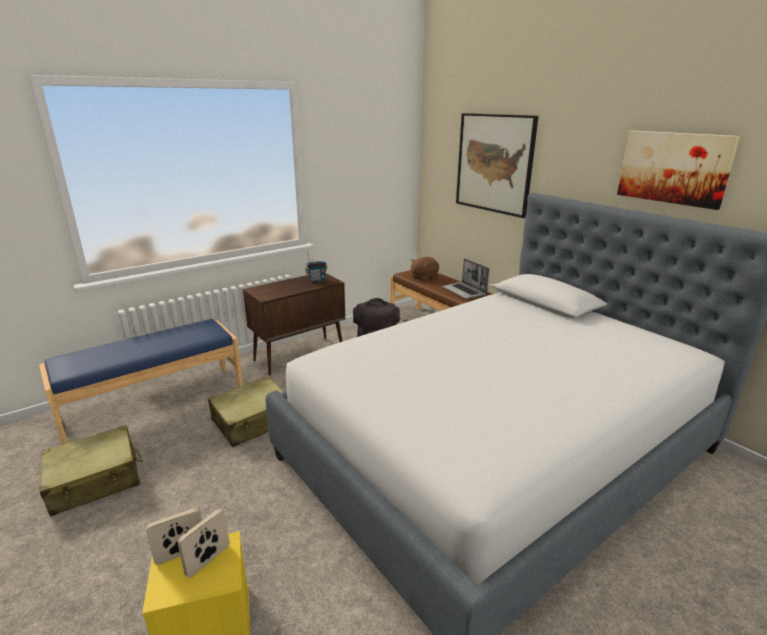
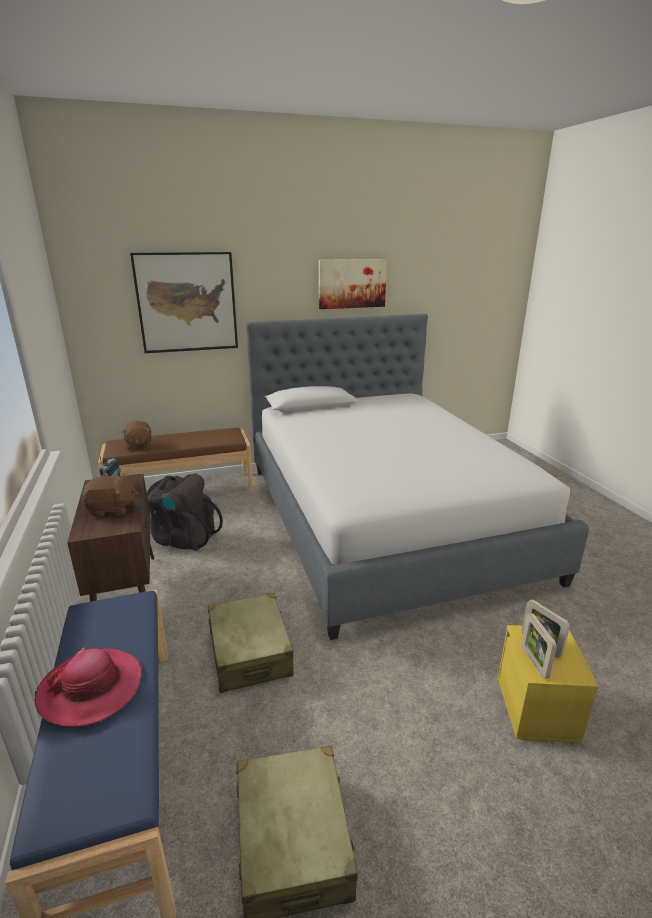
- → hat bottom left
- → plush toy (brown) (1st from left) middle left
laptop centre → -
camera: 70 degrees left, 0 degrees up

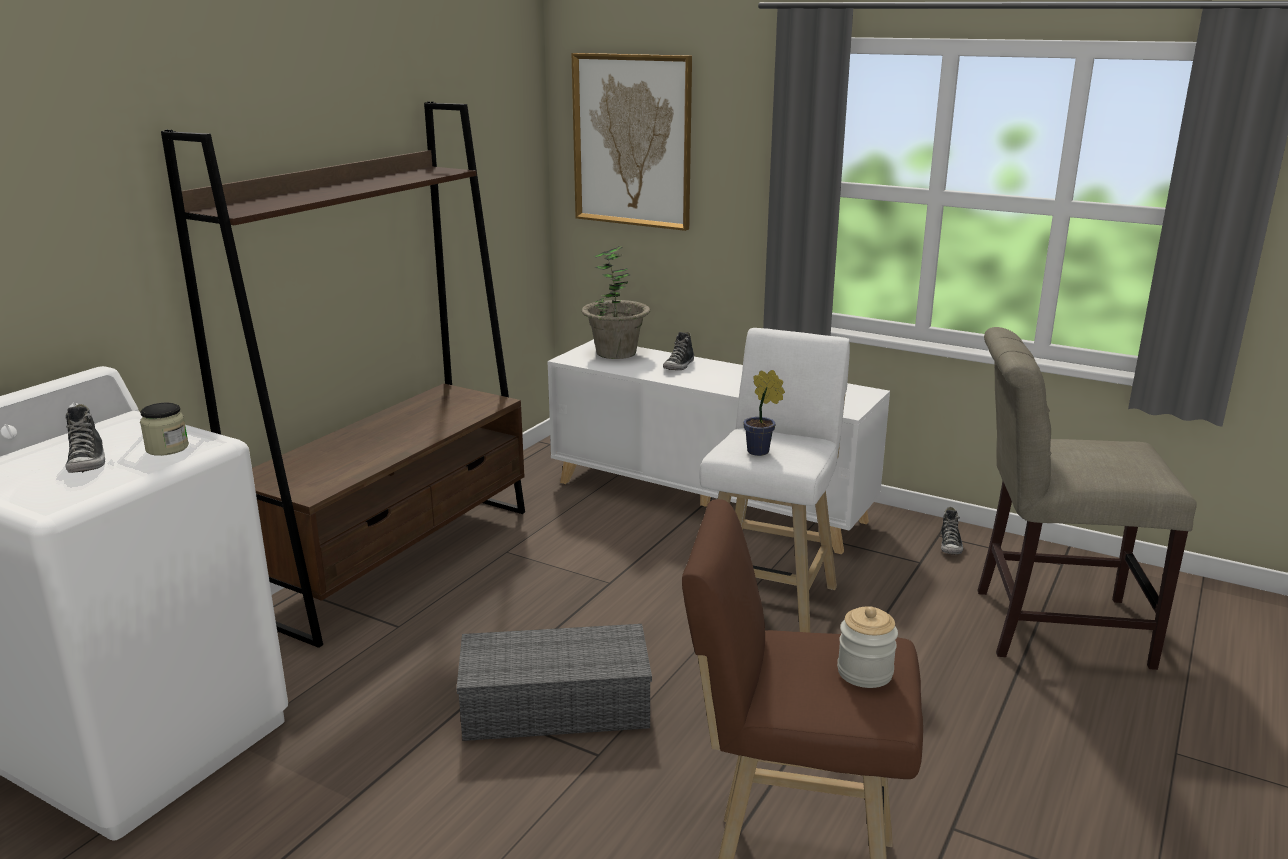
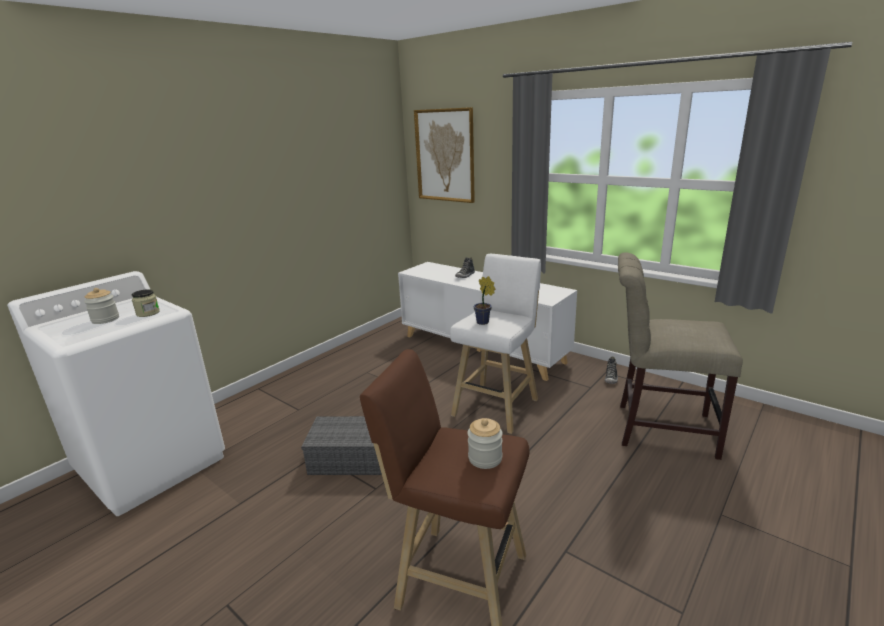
shoe (1st from left) middle left → jar (1st from left) middle left
bookcase (brown) middle left → -
potted plant (1st from left) centre → -
camera: 10 degrees right, 0 degrees up

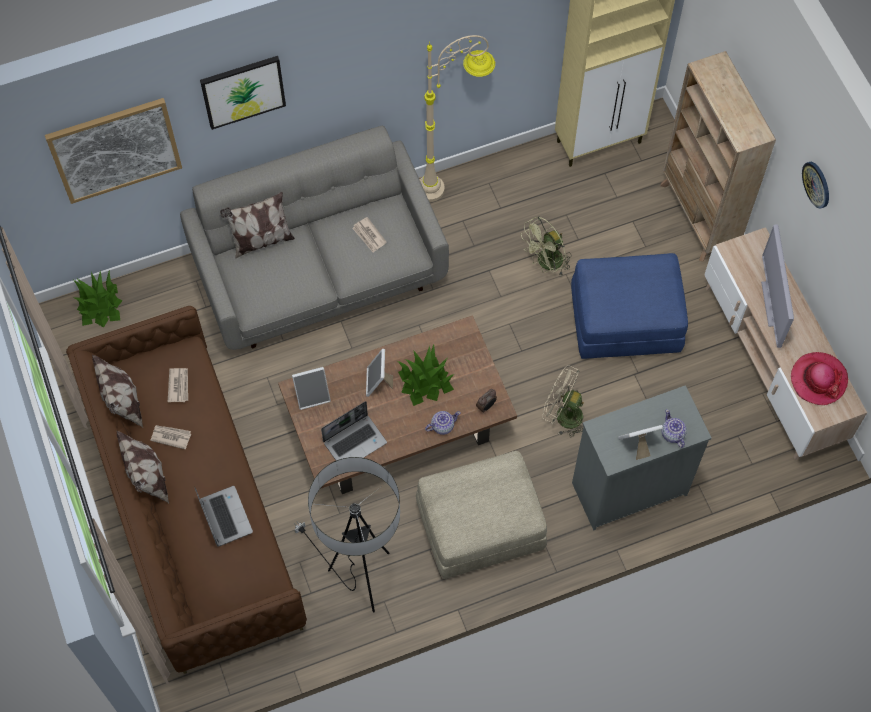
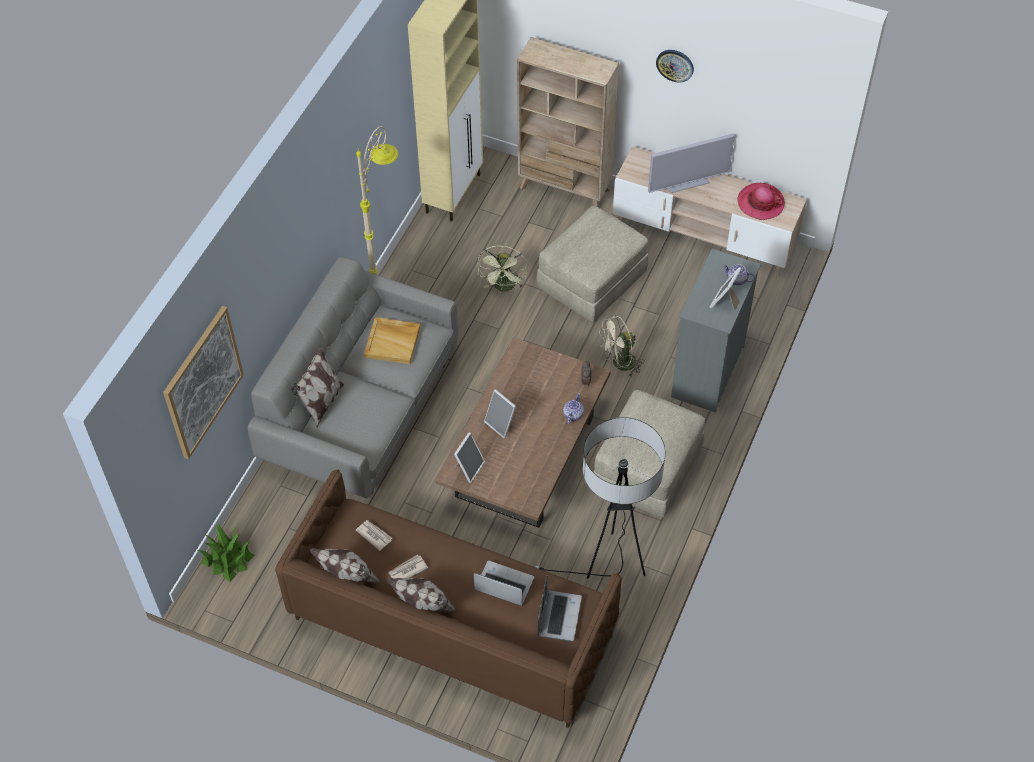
newspaper (3rd from left) top centre → tray (beige) centre
ottoman (blue) middle right → ottoman (beige) (1st from left) centre
laptop (2nd from left) centre → laptop (2nd from left) bottom centre, move
television middle right → television top right, 60 degrees counterclockwise
picture (2nd from left) top left → -
potted plant (2nd from left) centre → -
camera: 45 degrees left, 10 degrees down

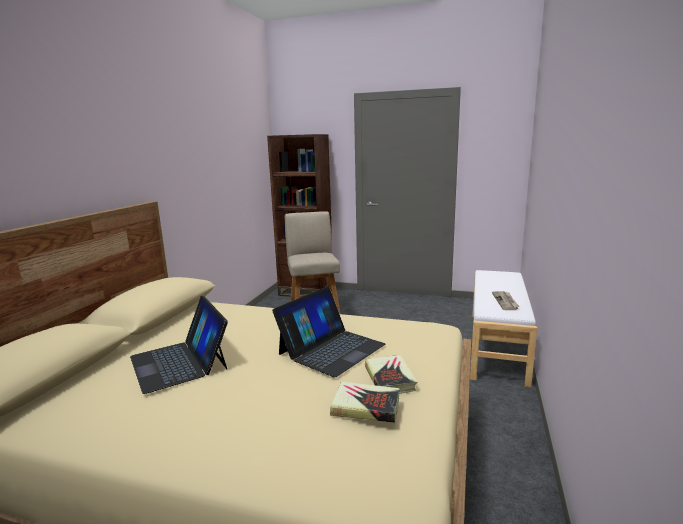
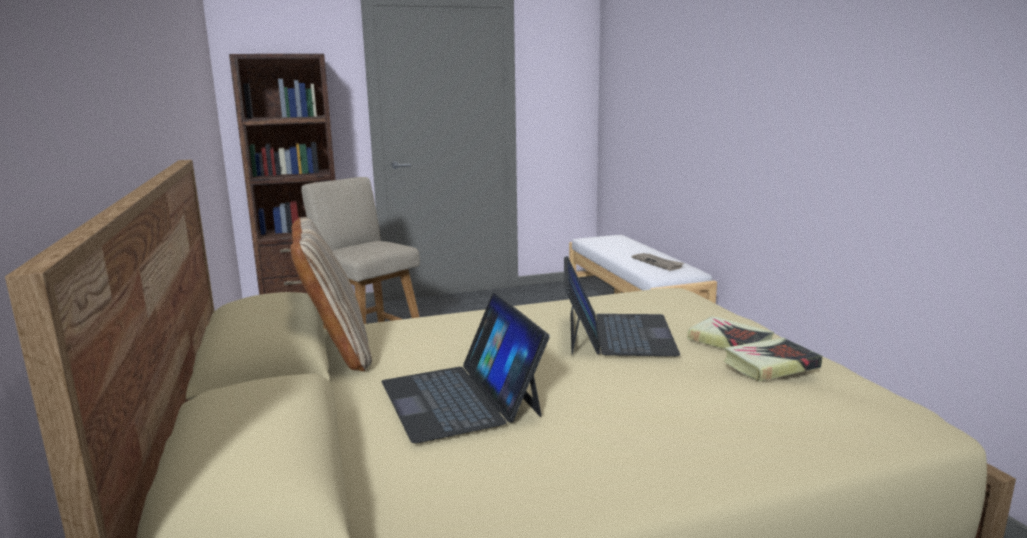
- → pillow (beige) middle left
laptop (1st from left) middle left → laptop (1st from left) bottom centre, 45 degrees clockwise
camera: 35 degrees left, 0 degrees up

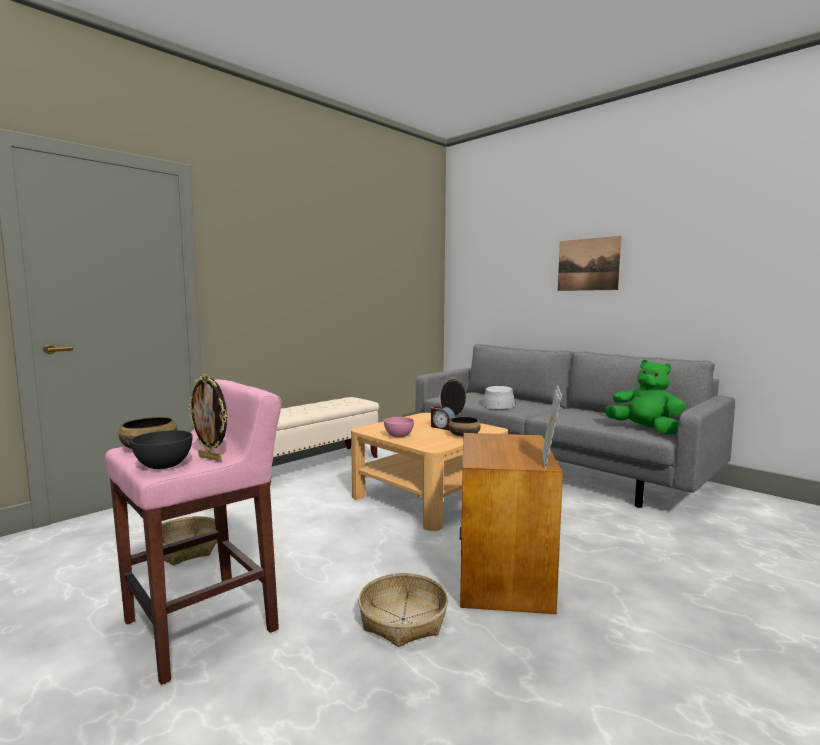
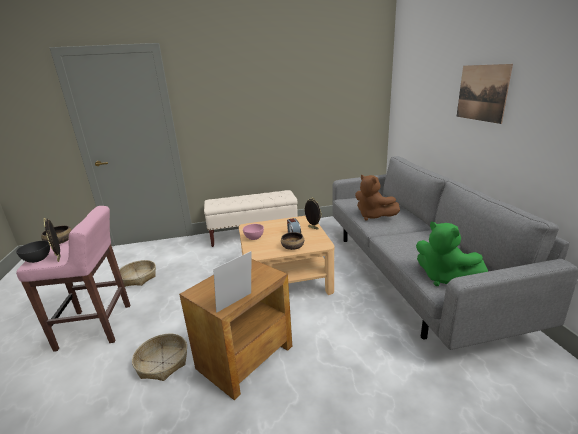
hat (grey) centre → plush toy (brown) centre
plush toy (green) middle right, 150 degrees clockwise
camera: 35 degrees right, 15 degrees up

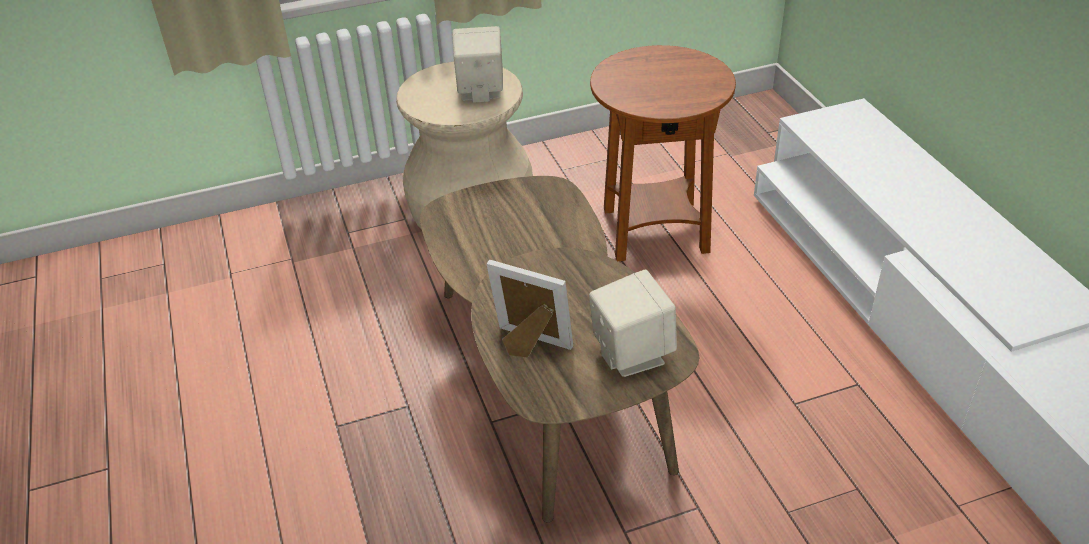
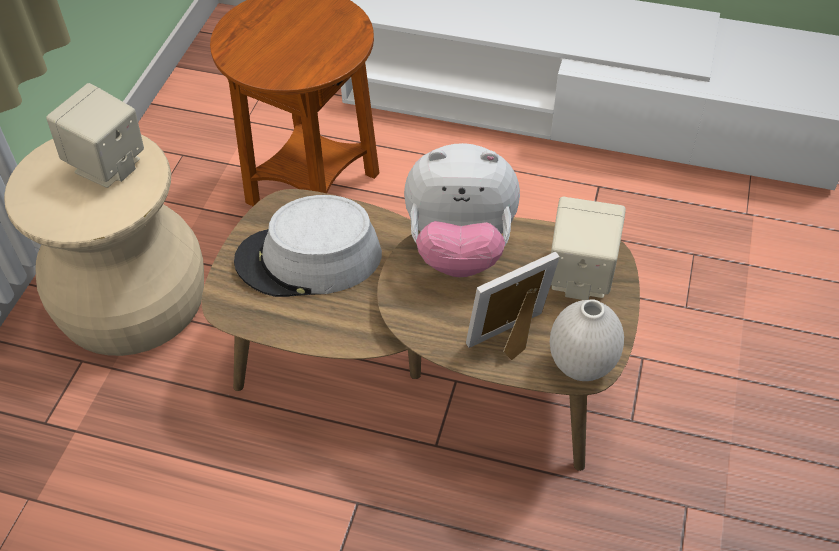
- → hat (grey) centre
- → plush toy centre
- → vase (white) middle right
camera: 55 degrees left, 10 degrees up

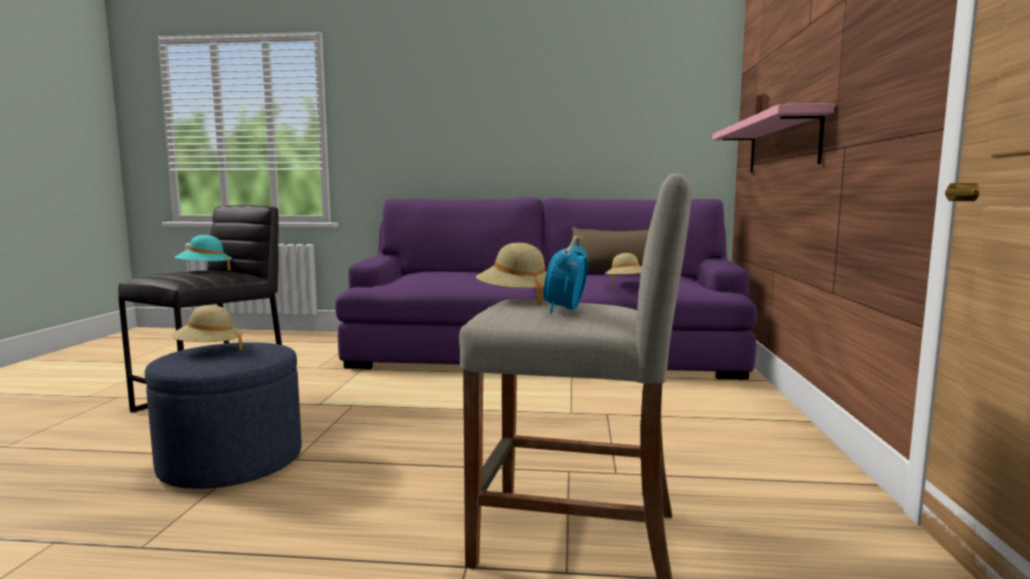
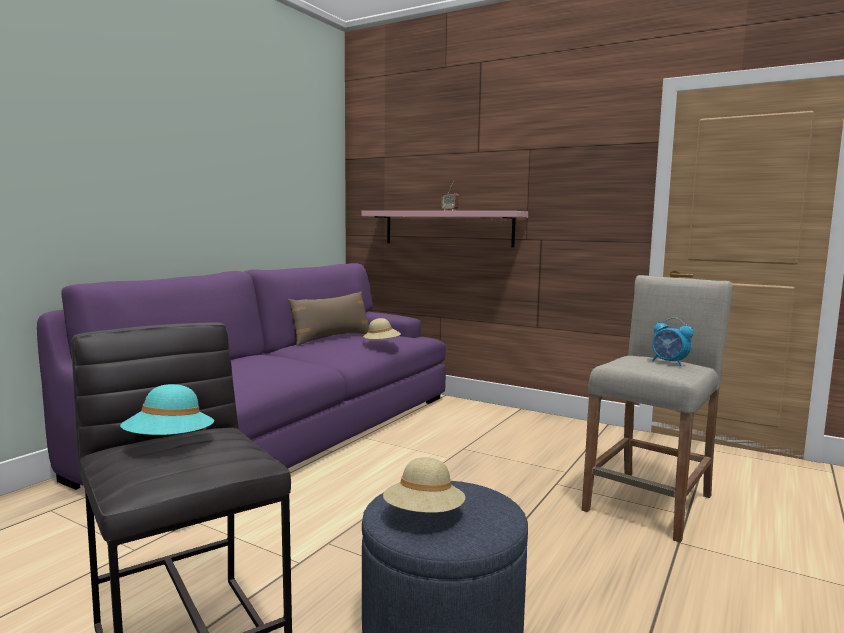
hat (beige) (2nd from left) centre → -
camera: 65 degrees left, 0 degrees up

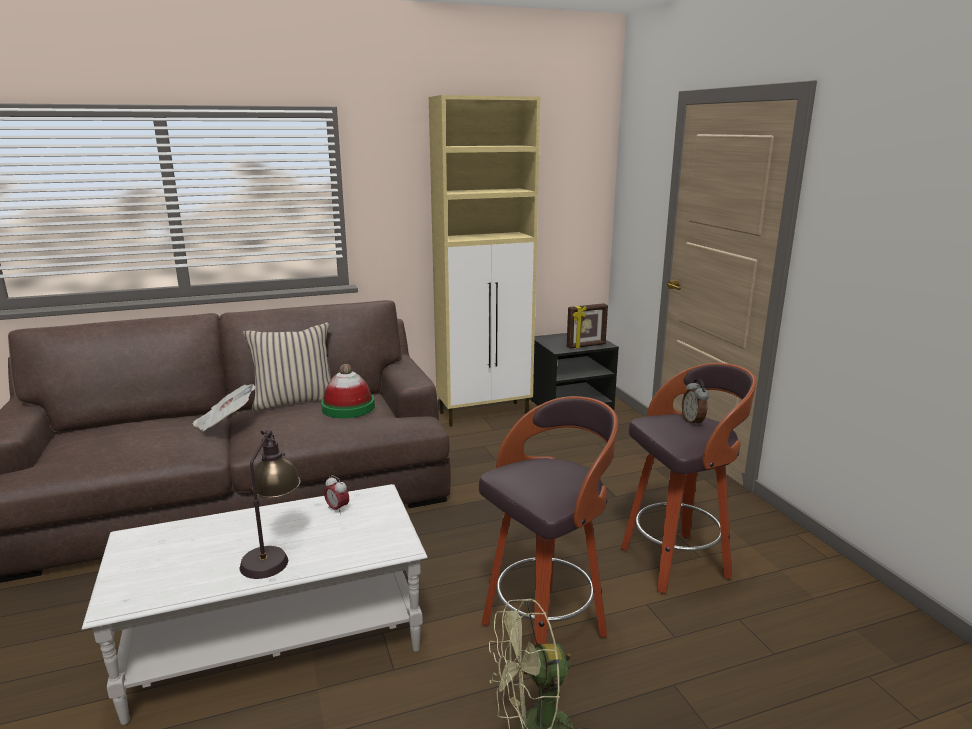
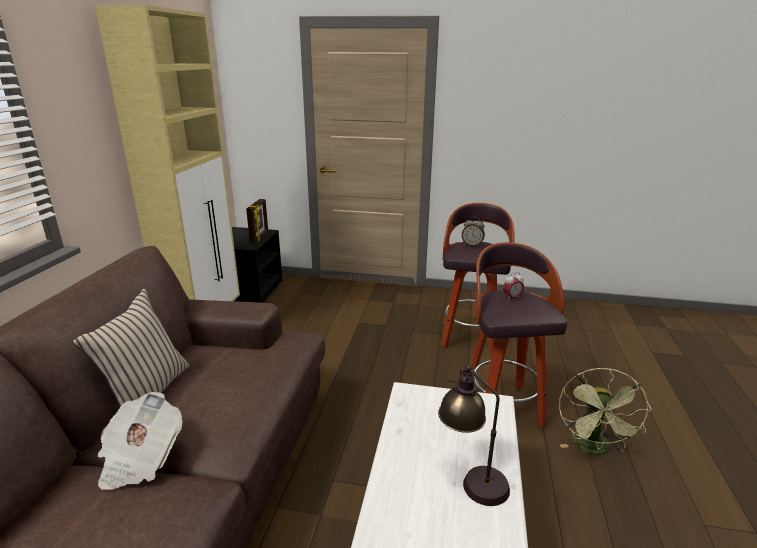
alarm clock (1st from left in the first image) bottom centre → alarm clock (2nd from left) middle right, move
hat centre → -
camera: 60 degrees left, 5 degrees up

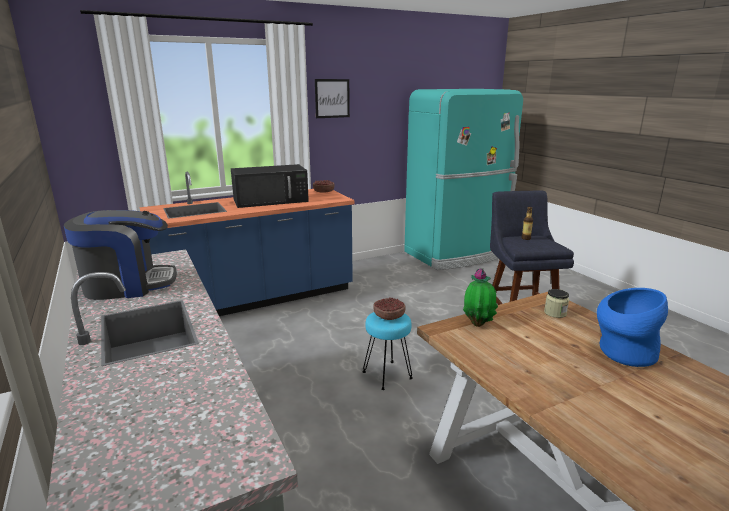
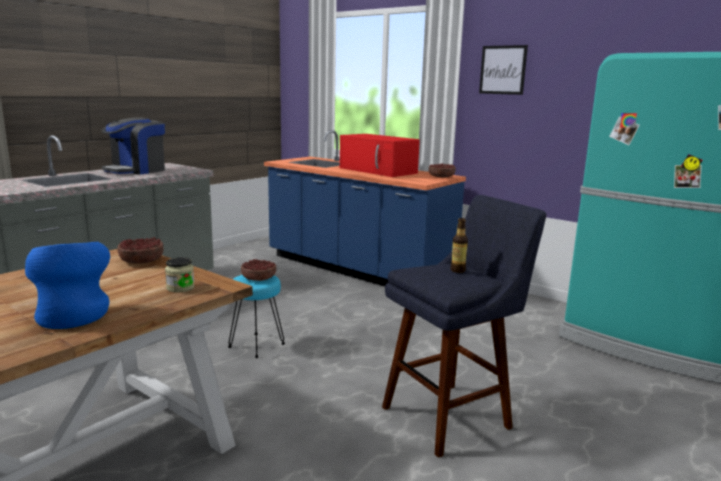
coffee machine middle left → coffee machine top left, 75 degrees clockwise
potted plant centre → bowl (1st from left) middle left
microwave (black) centre → microwave (red) top centre
camera: 65 degrees right, 5 degrees down

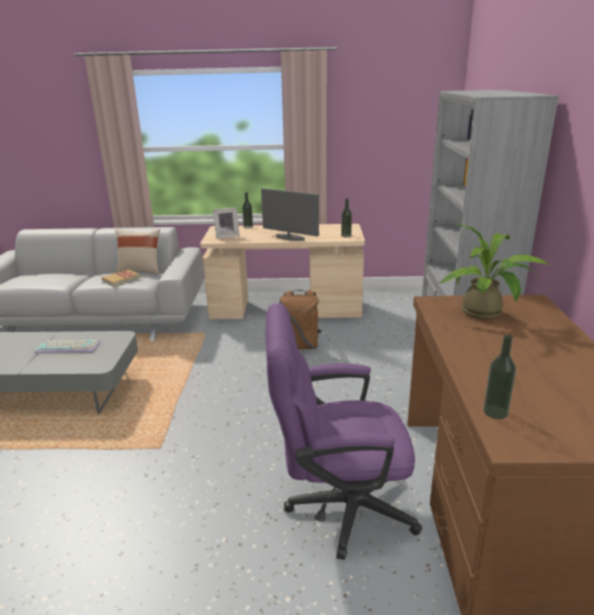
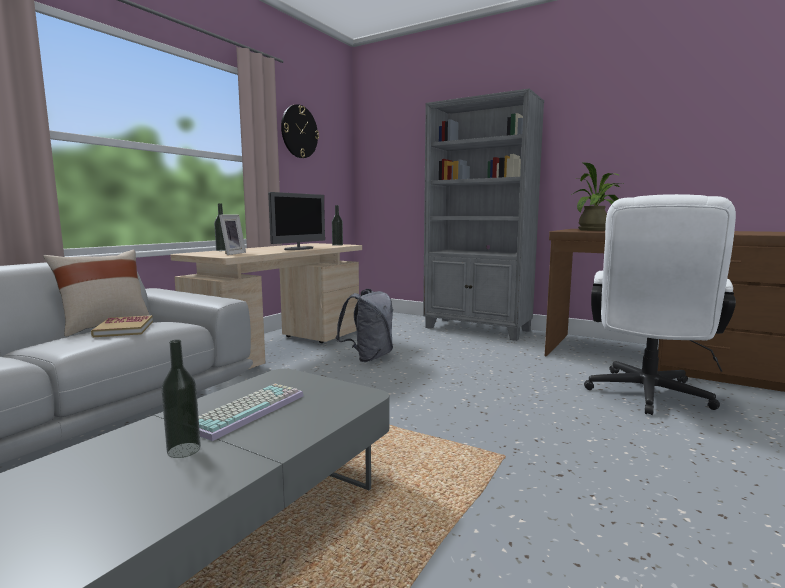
bottle (3rd from left in the first image) middle right → bottle (1st from left) bottom left, move
monitor centre, 150 degrees clockwise
- → wall clock top centre
backpack (brown) centre → backpack (grey) centre
office chair (purple) bottom centre → office chair (white) middle right
camera: 60 degrees left, 15 degrees down

